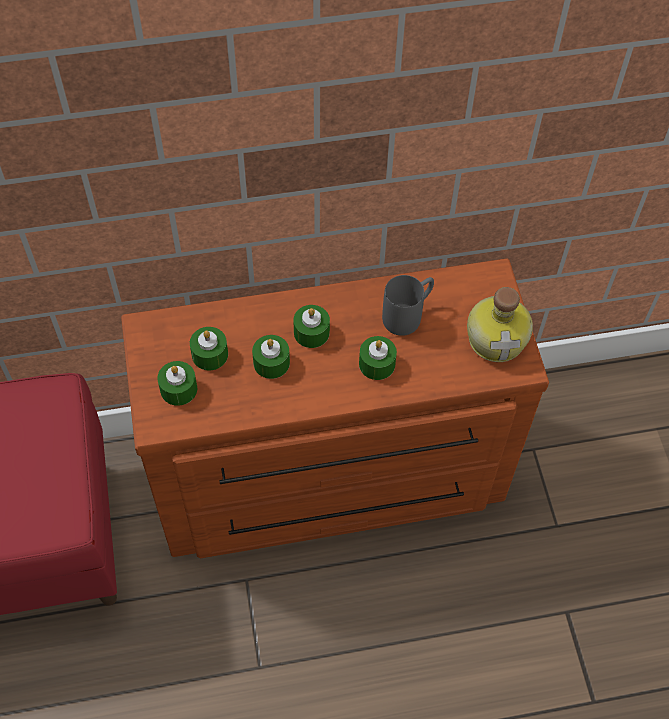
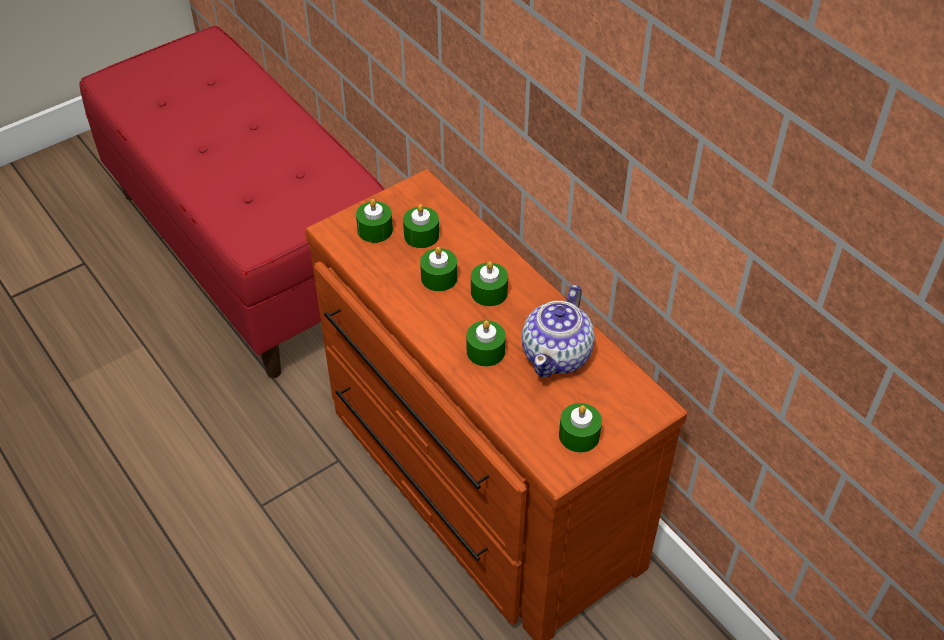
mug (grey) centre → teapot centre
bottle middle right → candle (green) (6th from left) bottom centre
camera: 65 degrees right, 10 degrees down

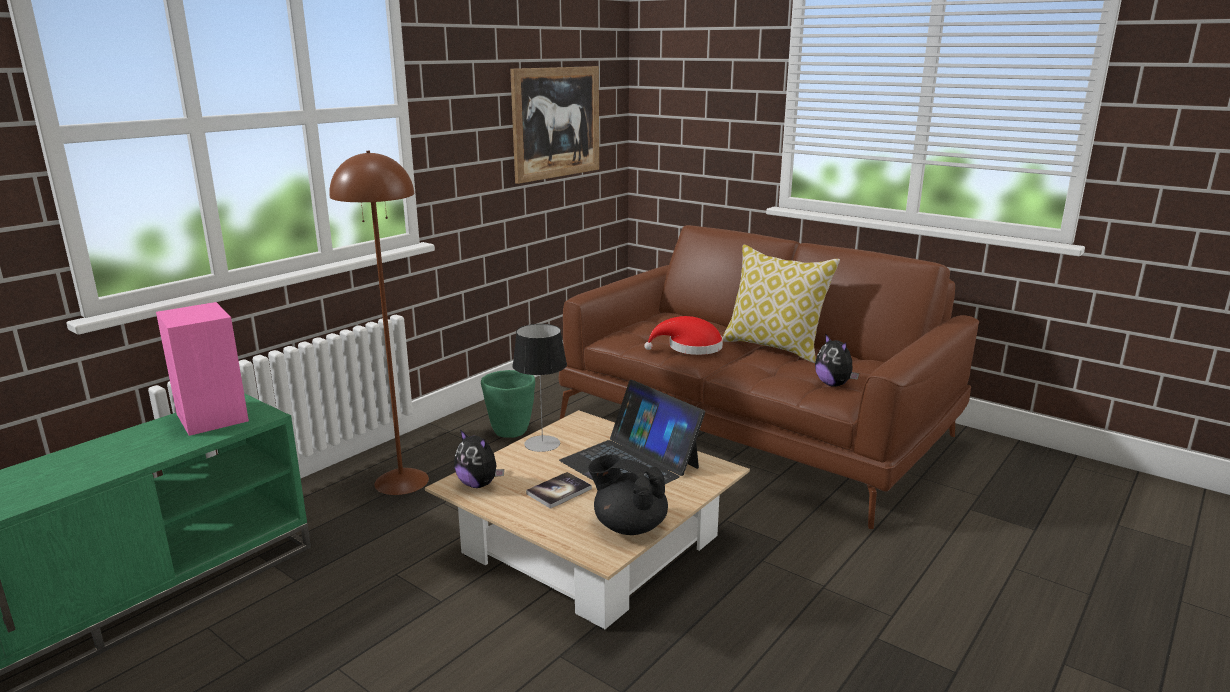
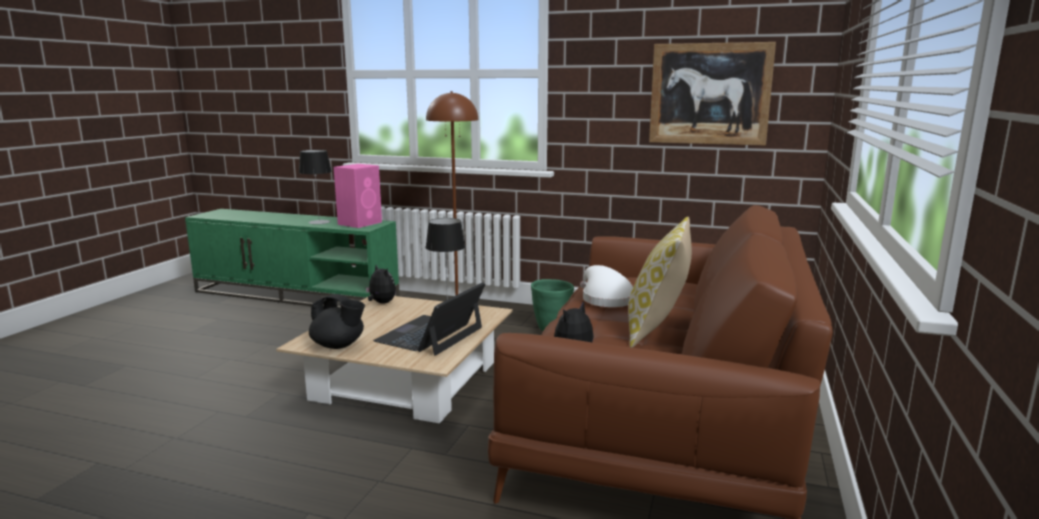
- → table lamp (1st from left) middle left
teapot (black) bottom centre → teapot (black) middle left, 105 degrees clockwise
plush toy (1st from left) centre, 120 degrees clockwise
hat (red) centre → hat (white) centre
book bottom centre → -
camera: 70 degrees right, 5 degrees down

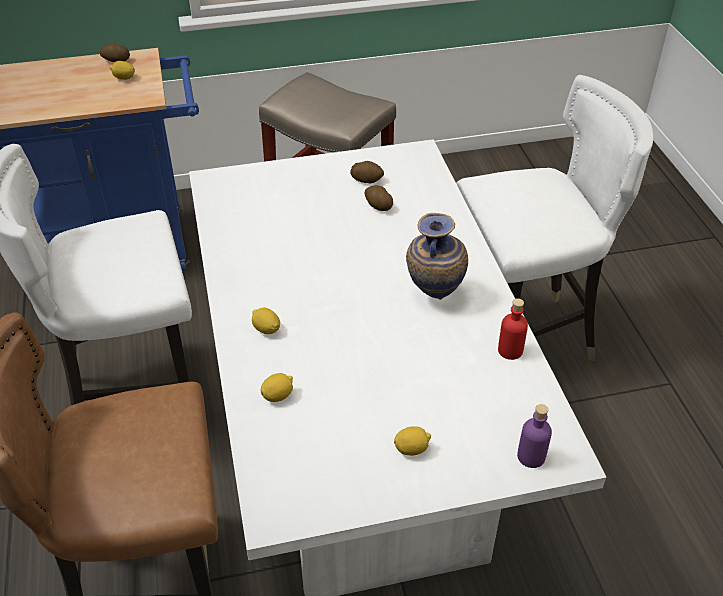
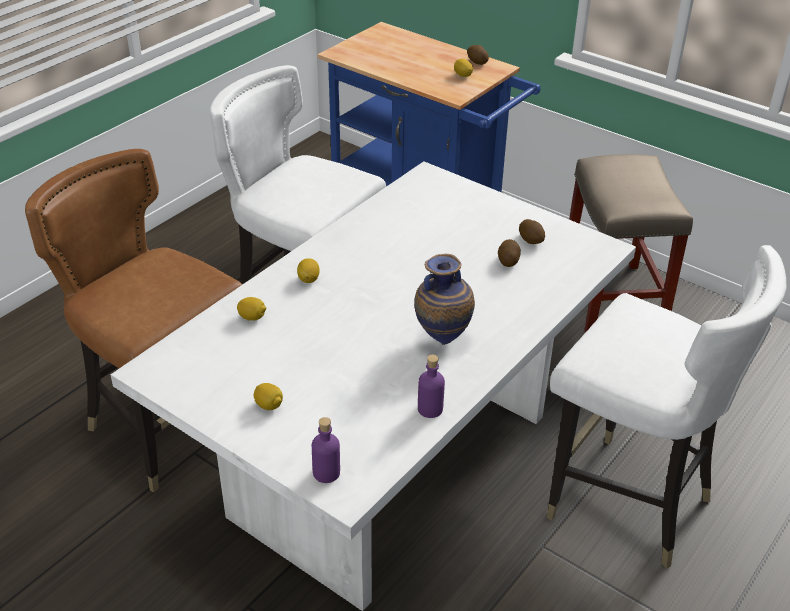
bottle (red) middle right → bottle (purple) (2nd from left) centre
camera: 50 degrees right, 5 degrees down

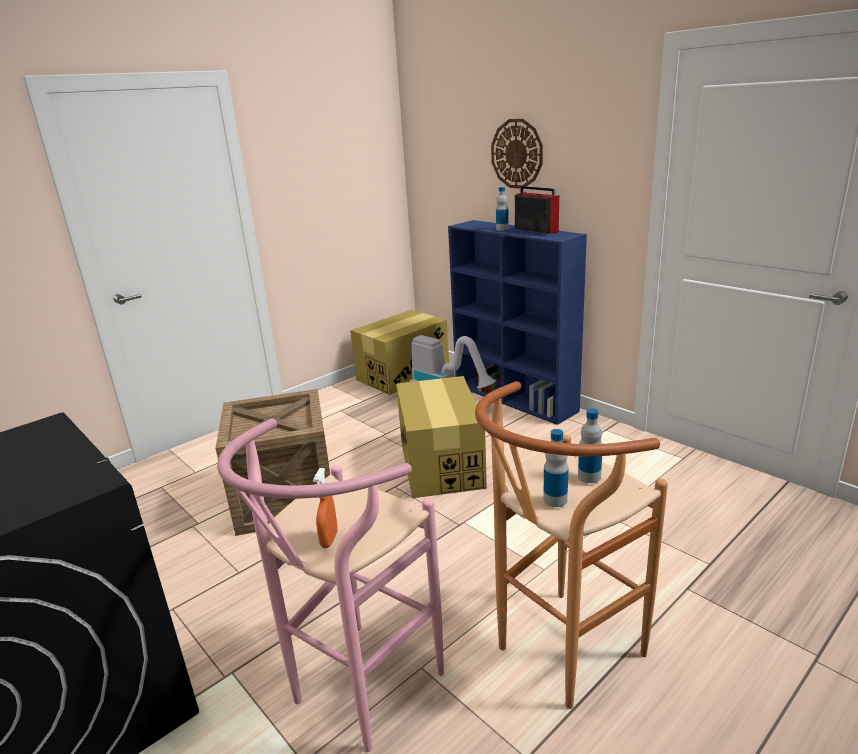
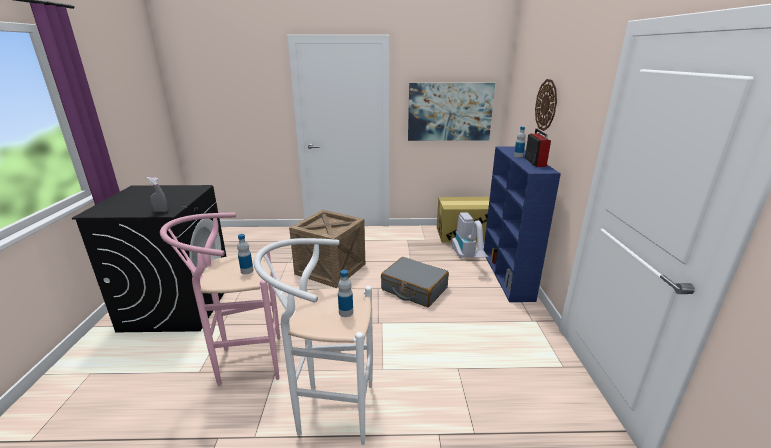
- → spray bottle (grey) middle left
bottle (2nd from left in the first image) centre → bottle (1st from left) middle left, move
stool (brown) bottom centre → stool (white) bottom centre
cardboard box (2nd from left) centre → suitcase (grey) centre
- → picture top centre
spray bottle (orange) bottom centre → -
camera: 40 degrees right, 0 degrees up

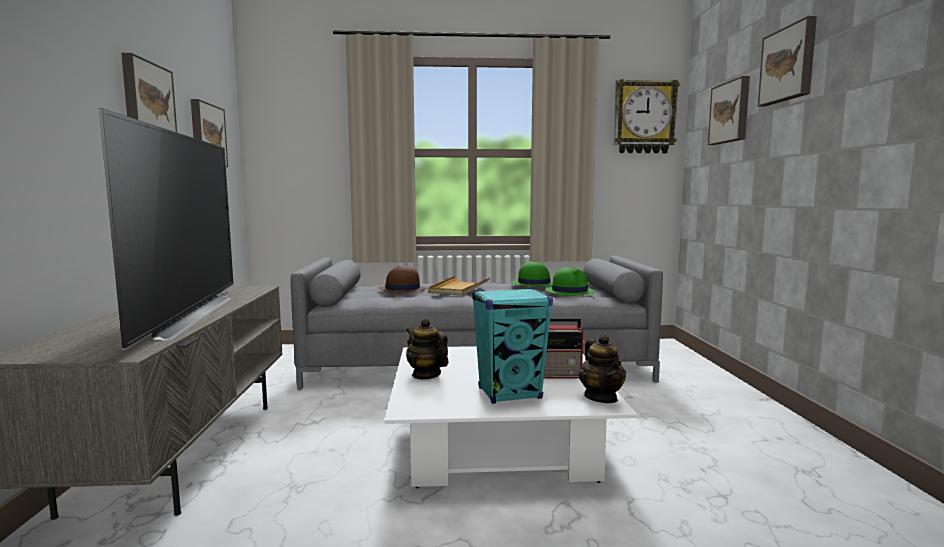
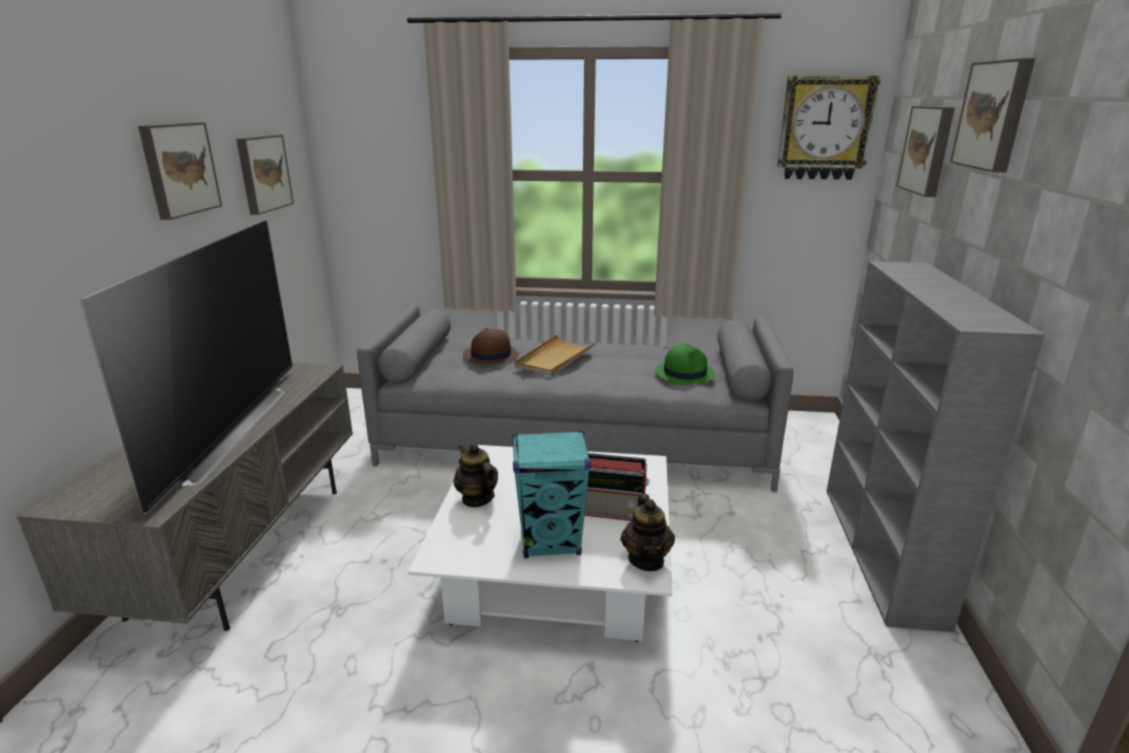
- → bookcase (grey) middle right
hat (green) (1st from left) centre → -
camera: 10 degrees right, 15 degrees up

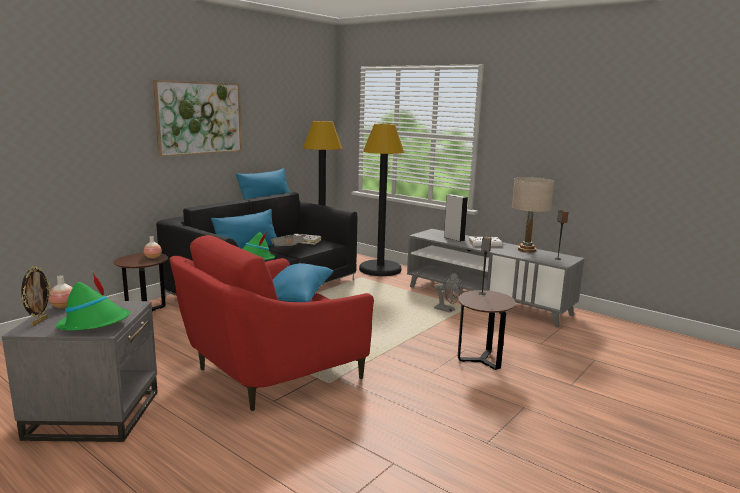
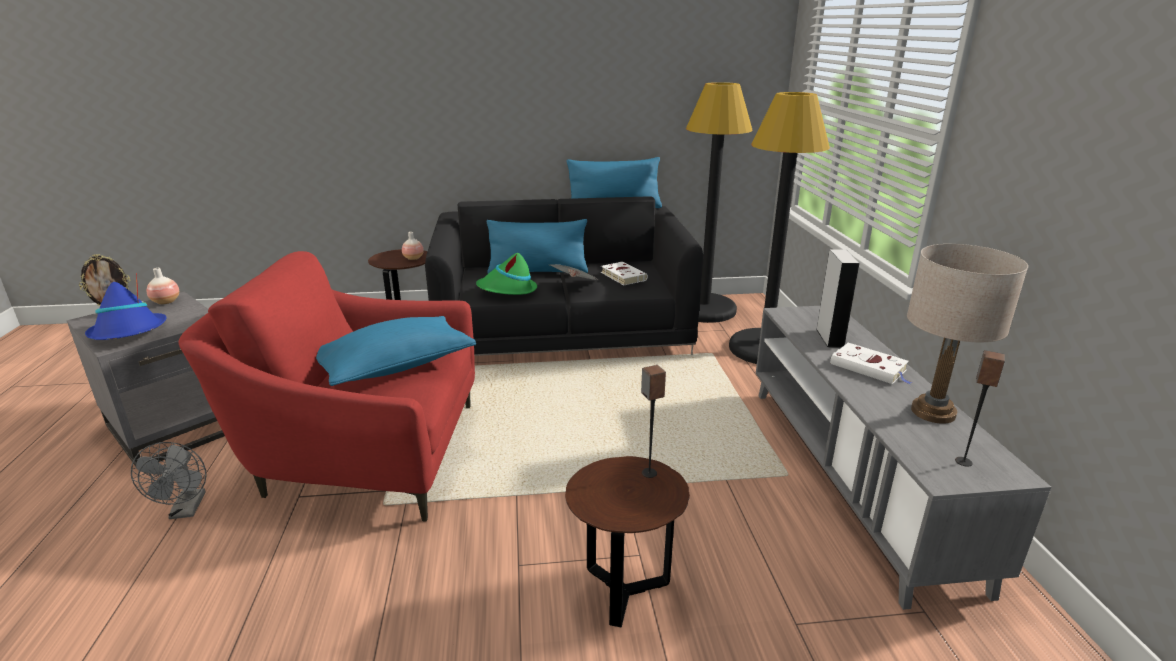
hat (green) (1st from left) middle left → hat (blue) middle left
fan (grey) centre → fan (grey) bottom left, move
picture top left → -
camera: 45 degrees right, 10 degrees up

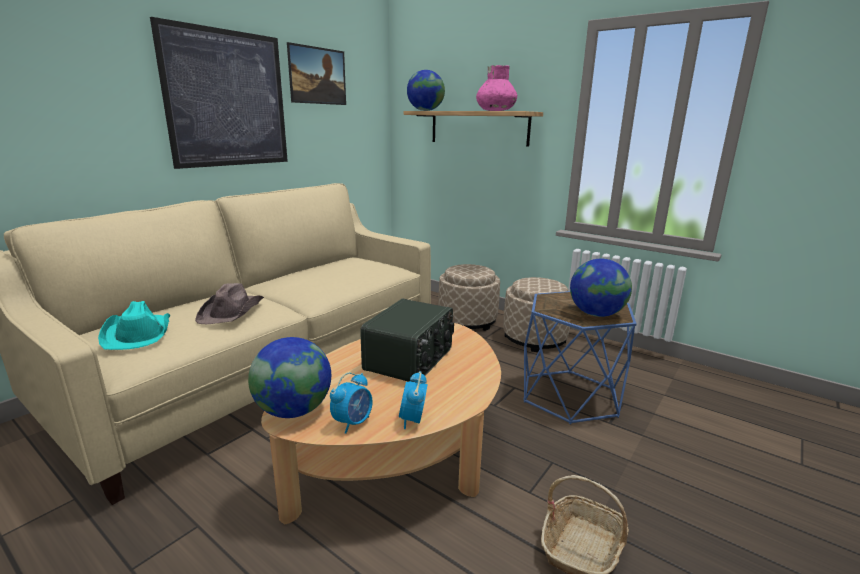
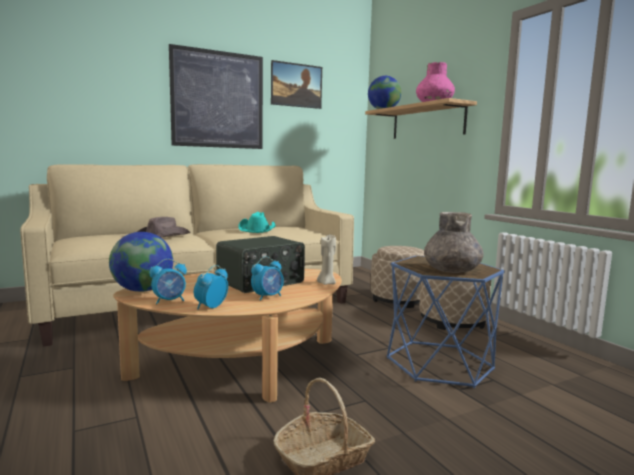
hat (turquoise) middle left → hat (turquoise) centre, move
- → alarm clock (3rd from left) centre
- → candle (beige) centre
globe (3rd from left) middle right → vase (grey) middle right
camera: 25 degrees right, 10 degrees down

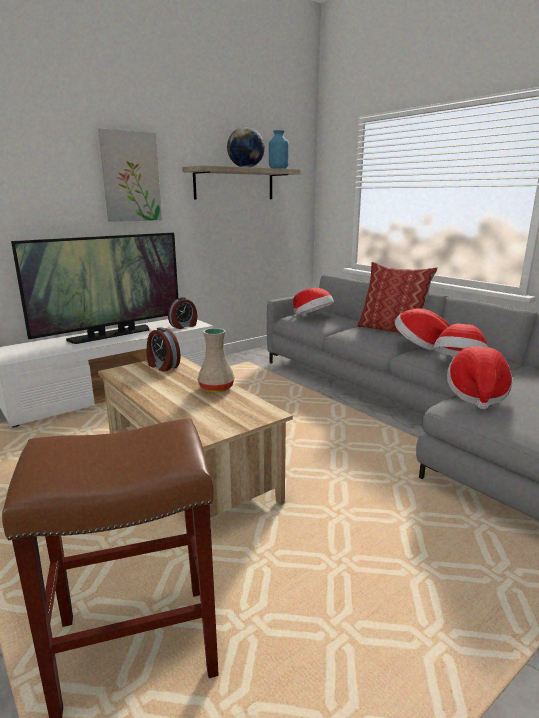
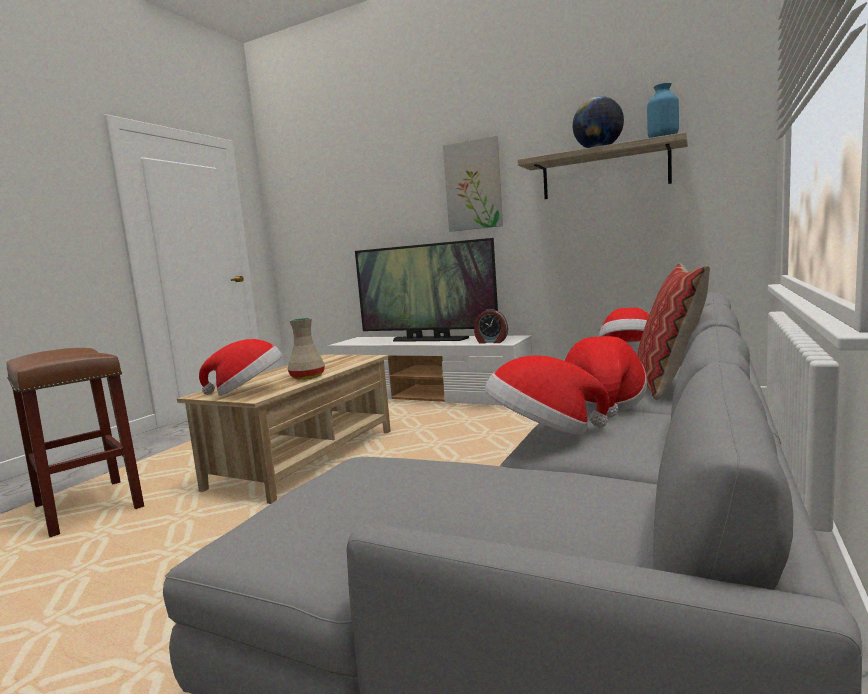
hat (4th from left in the first image) middle right → hat (1st from left) middle left, move
alarm clock (1st from left) middle left → -
camera: 65 degrees right, 10 degrees down

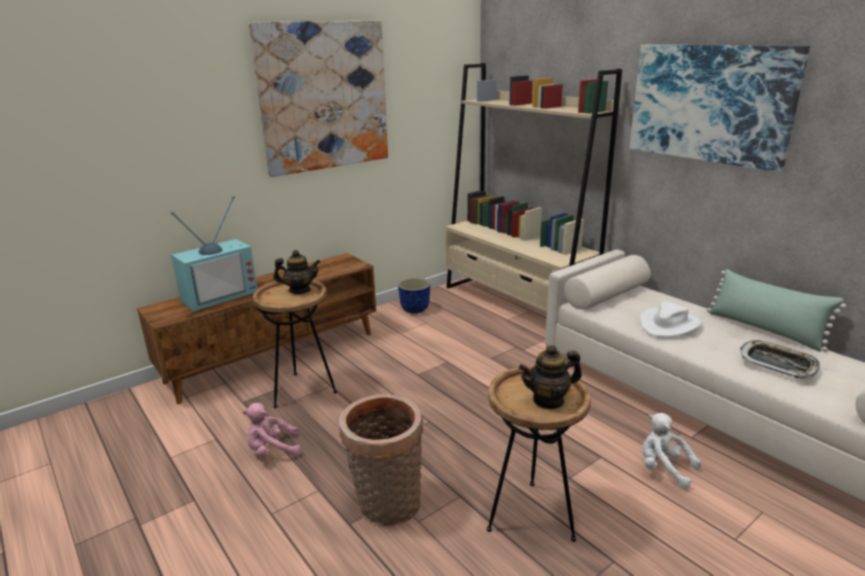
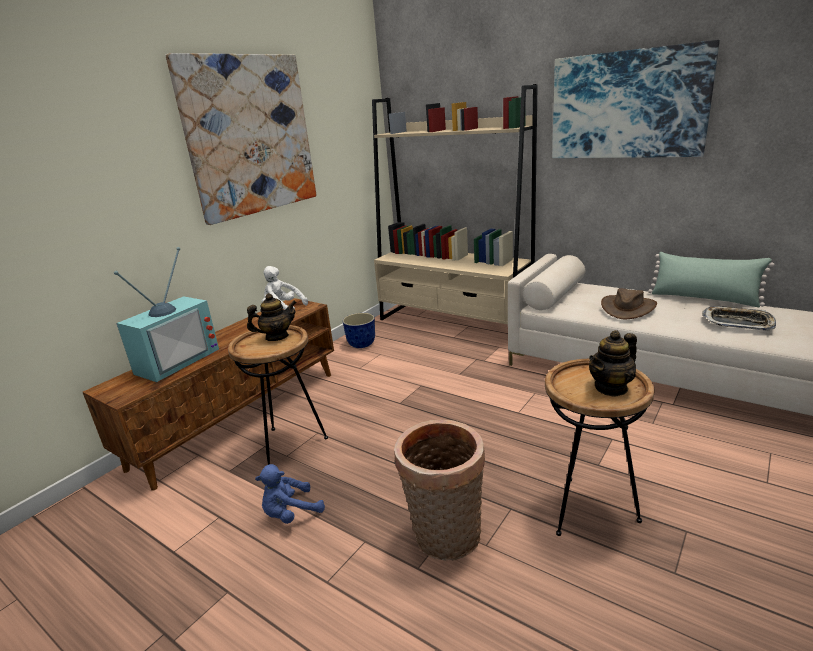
plush toy (pink) bottom left → plush toy (blue) bottom centre
plush toy (white) bottom right → plush toy (white) centre, move
hat (white) middle right → hat (brown) middle right
camera: 15 degrees left, 0 degrees up

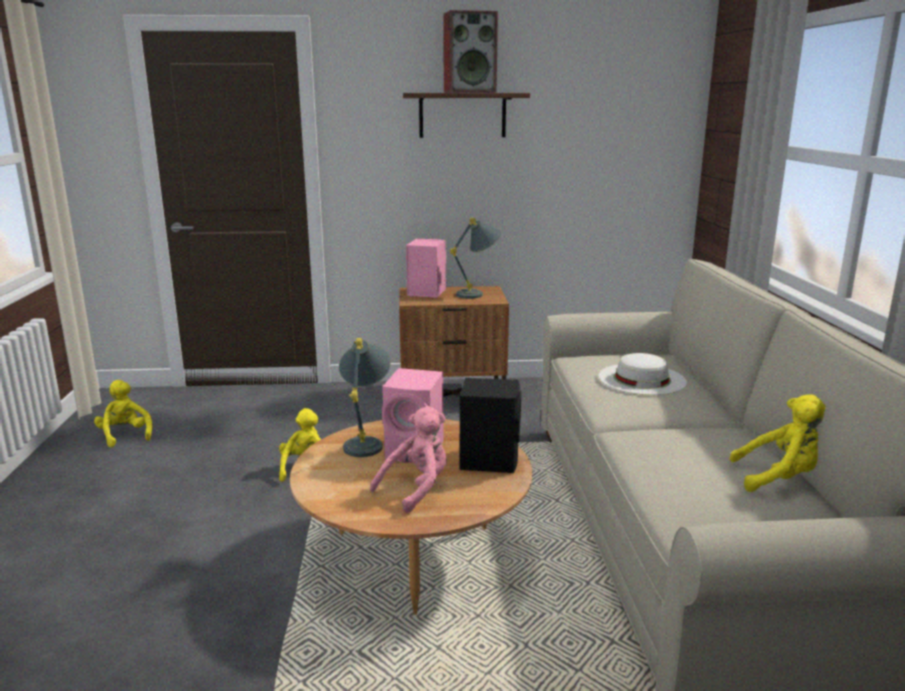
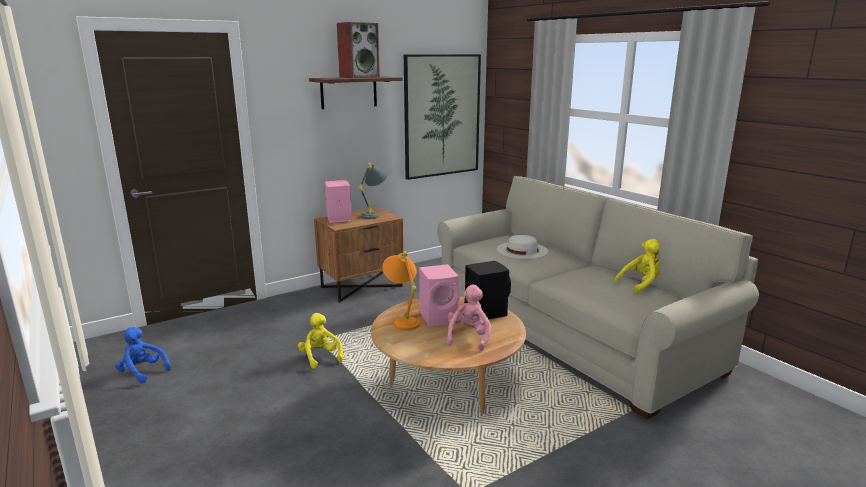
plush toy (yellow) (1st from left) middle left → plush toy (blue) bottom left
table lamp (grey) (1st from left) centre → table lamp (orange) centre
- → picture top centre
camera: 30 degrees left, 0 degrees up

